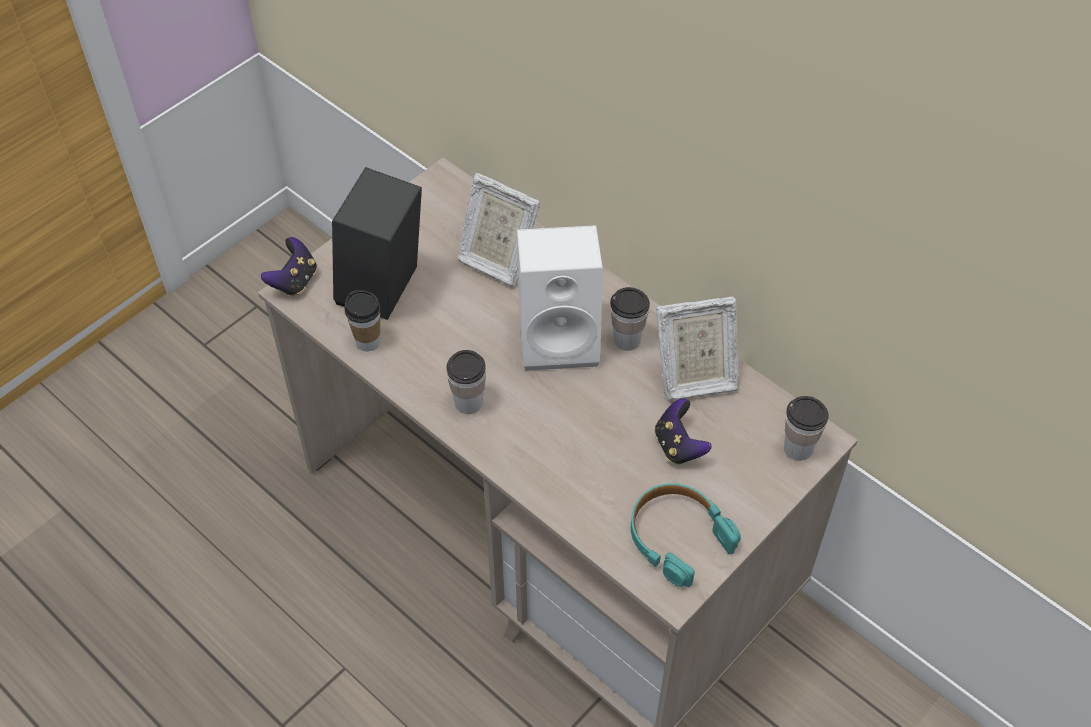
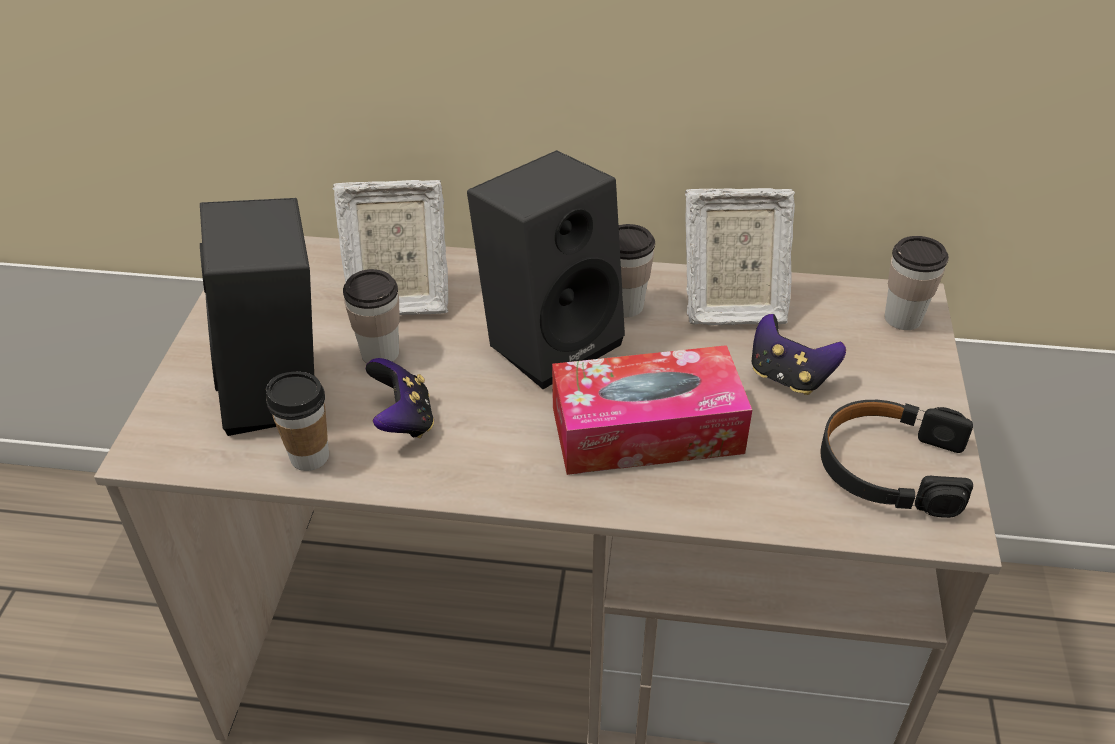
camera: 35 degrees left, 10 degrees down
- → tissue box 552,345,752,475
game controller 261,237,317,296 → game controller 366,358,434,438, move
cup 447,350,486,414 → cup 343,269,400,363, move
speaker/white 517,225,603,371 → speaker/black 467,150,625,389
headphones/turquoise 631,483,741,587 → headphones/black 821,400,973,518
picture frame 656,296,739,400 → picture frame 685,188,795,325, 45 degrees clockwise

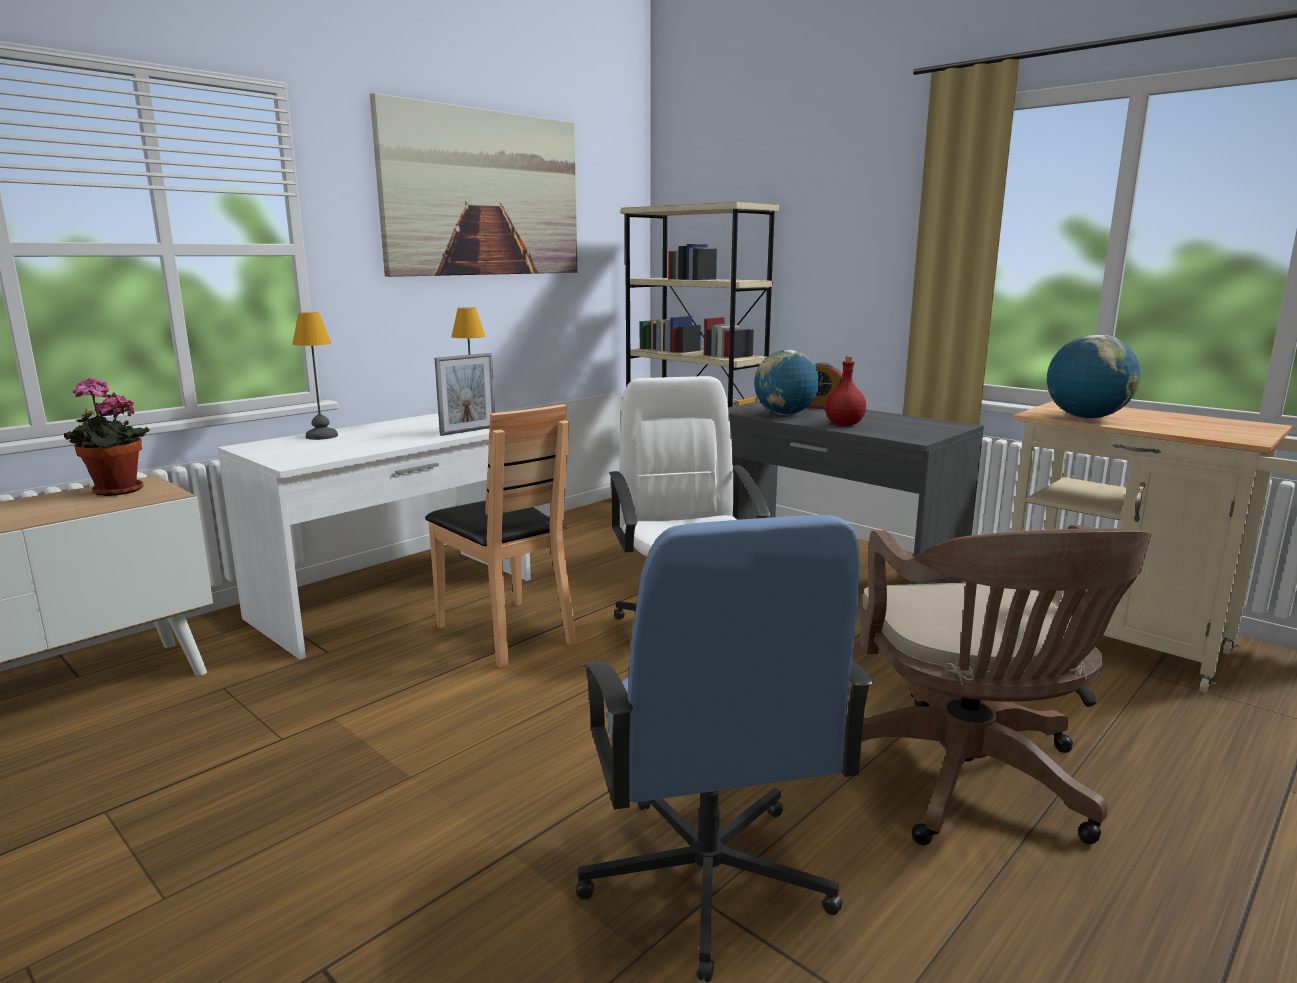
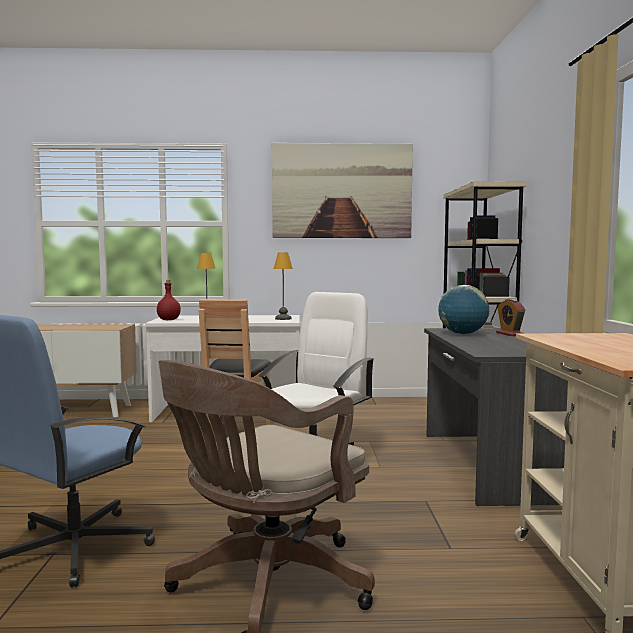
camera: 45 degrees right, 10 degrees down
potted plant 63,377,150,496 → -
picture frame 435,353,495,436 → -
globe 1046,335,1140,419 → -
bottle/red 825,356,866,426 → bottle/red 157,280,181,320, move

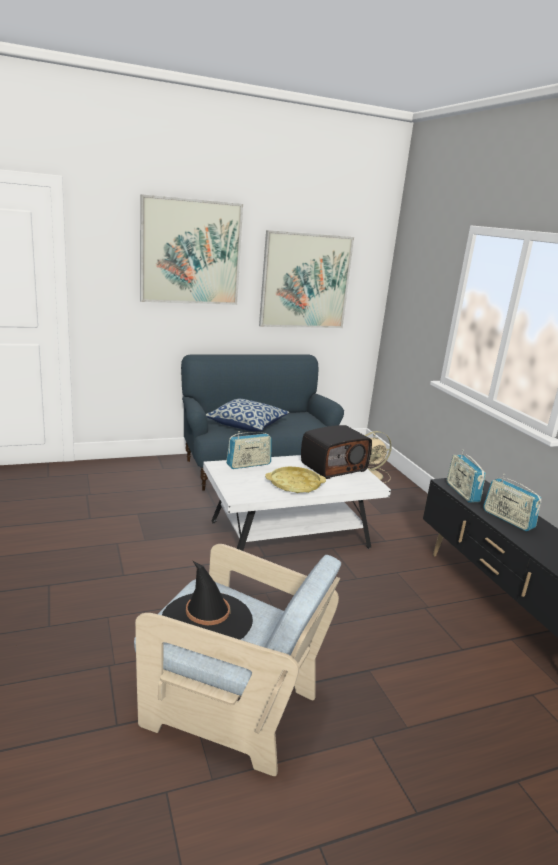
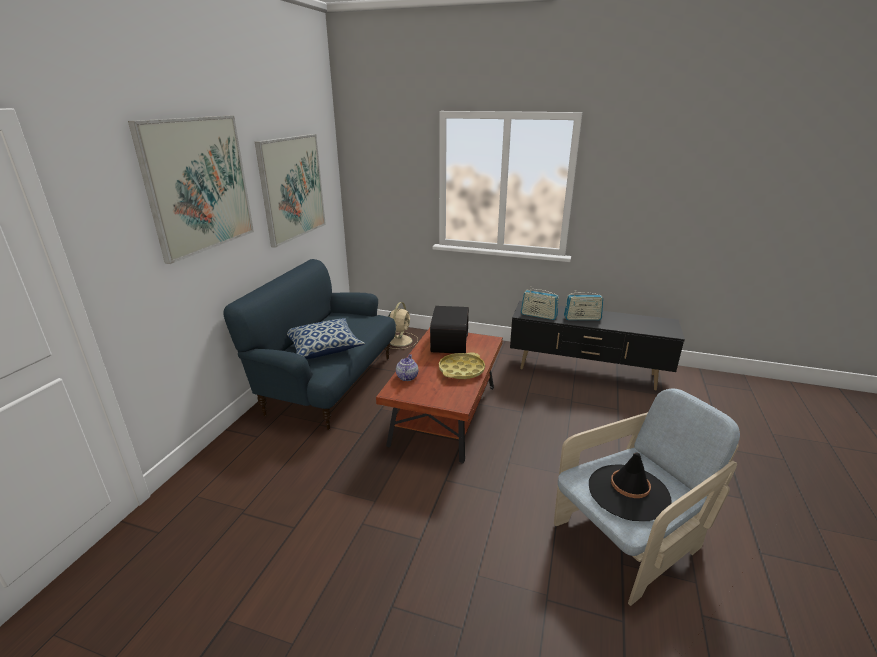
camera: 50 degrees left, 5 degrees up
radio 226,431,272,469 → teapot 396,354,418,381
coffee table/white 203,455,391,551 → coffee table/brown 376,328,503,464

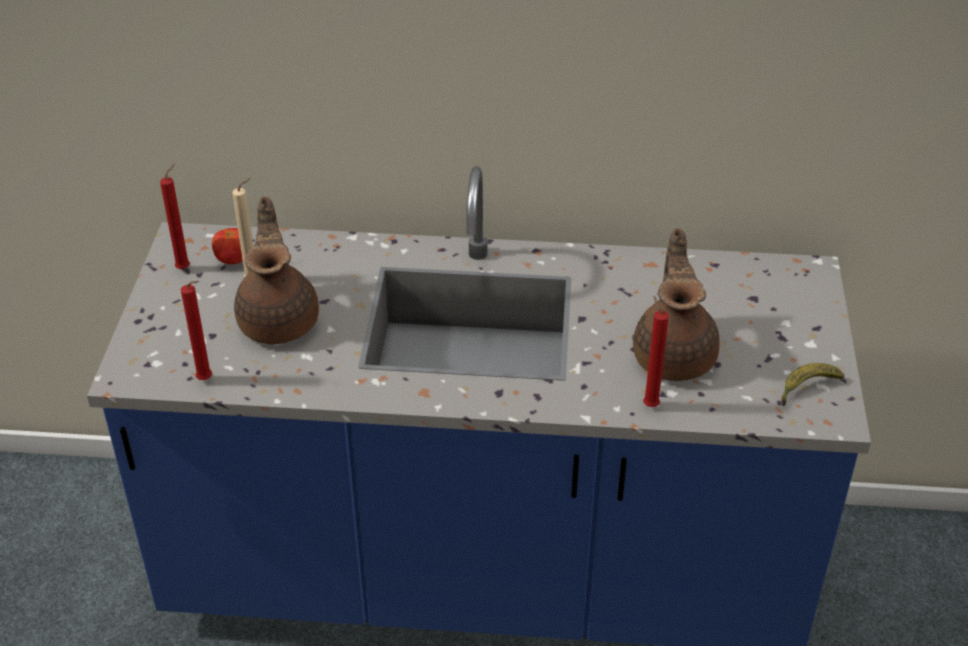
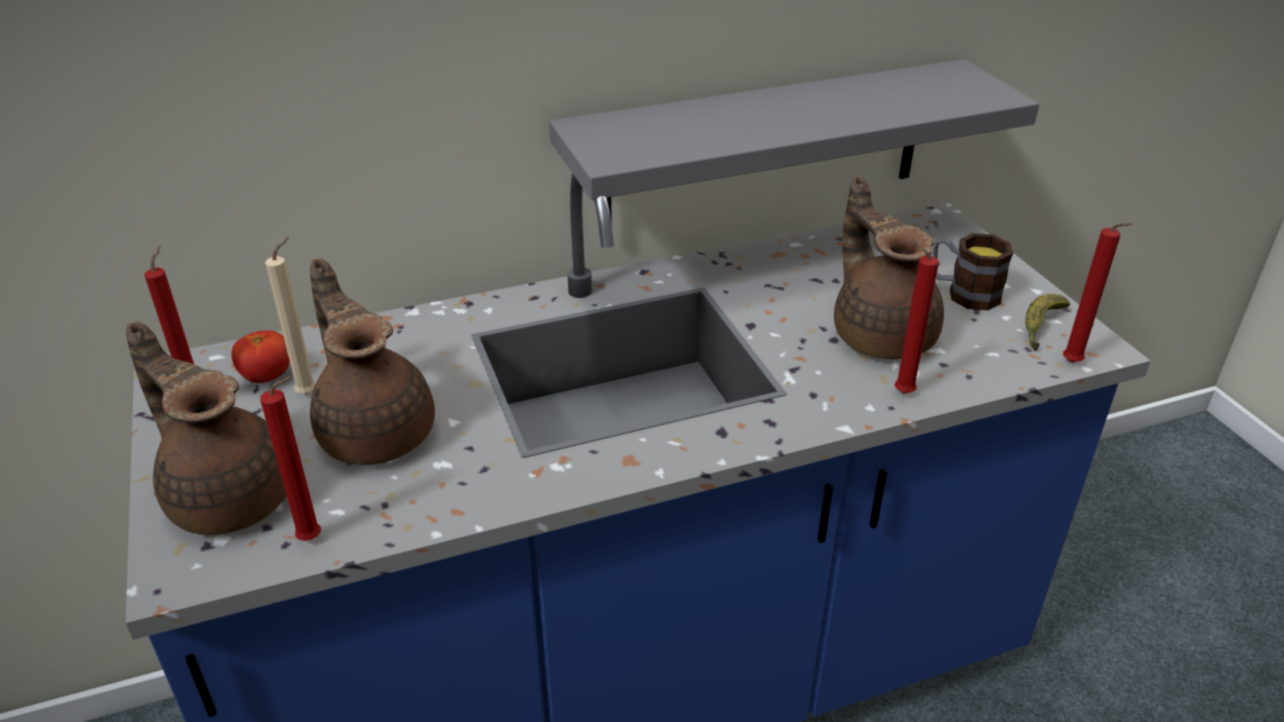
camera: 25 degrees left, 5 degrees down
- → teapot/brown 126,322,287,535
- → shelf/grey 549,59,1039,224
- → mug 933,233,1013,310
- → candle/red 1063,223,1132,363

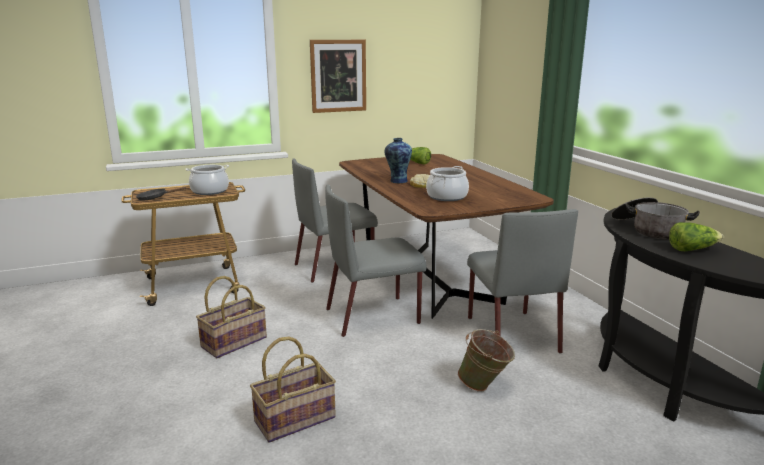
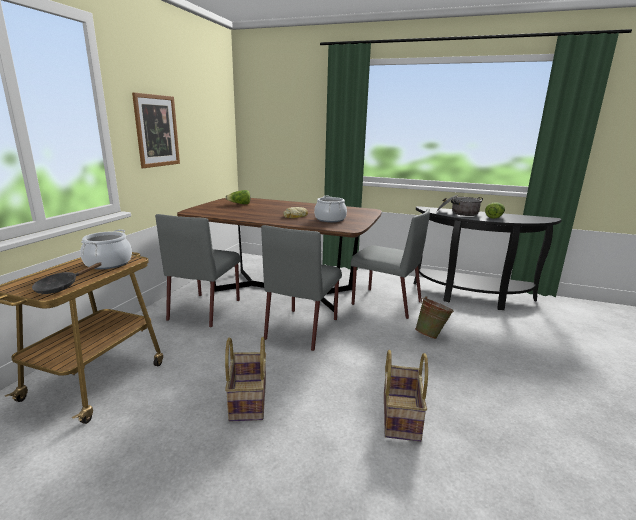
camera: 50 degrees left, 0 degrees up
vase 385,138,412,183 → -

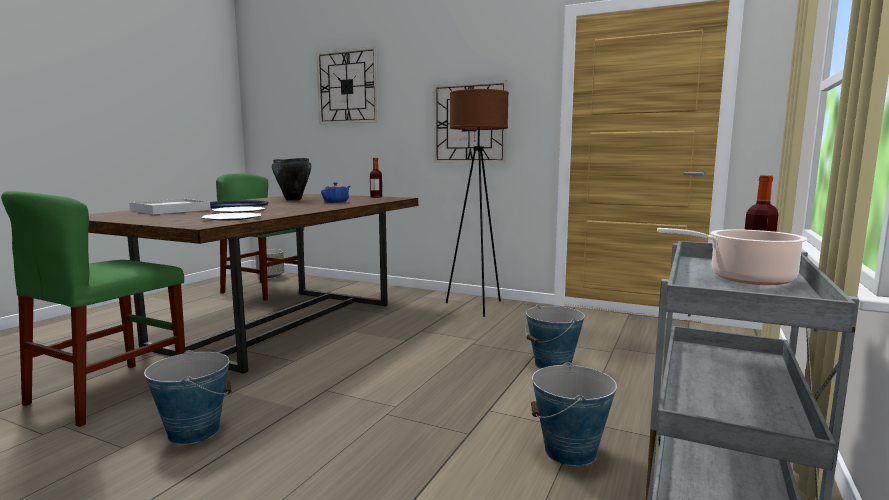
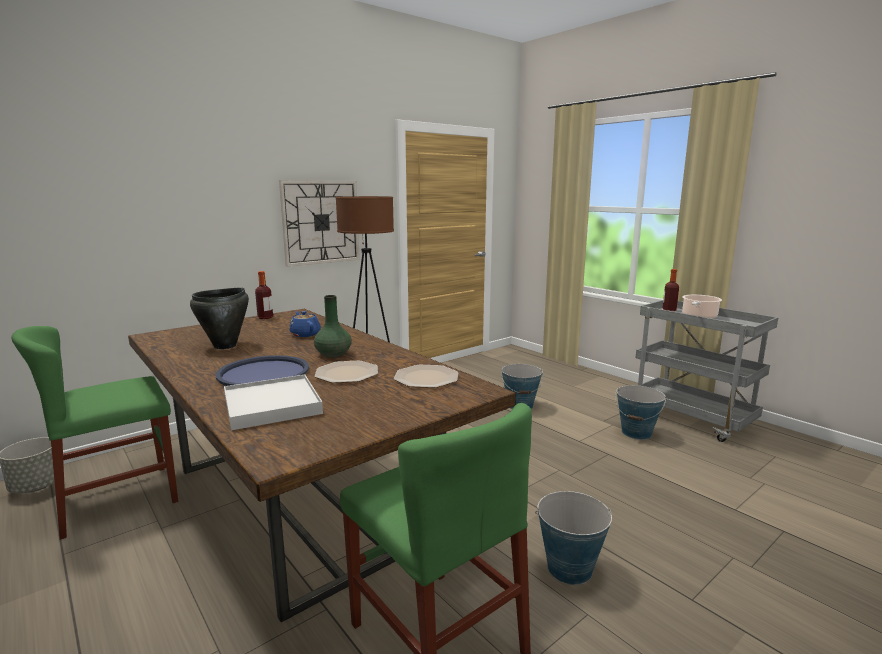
camera: 65 degrees left, 5 degrees up
wall clock 316,46,379,124 → -
- → vase/green 314,295,352,358

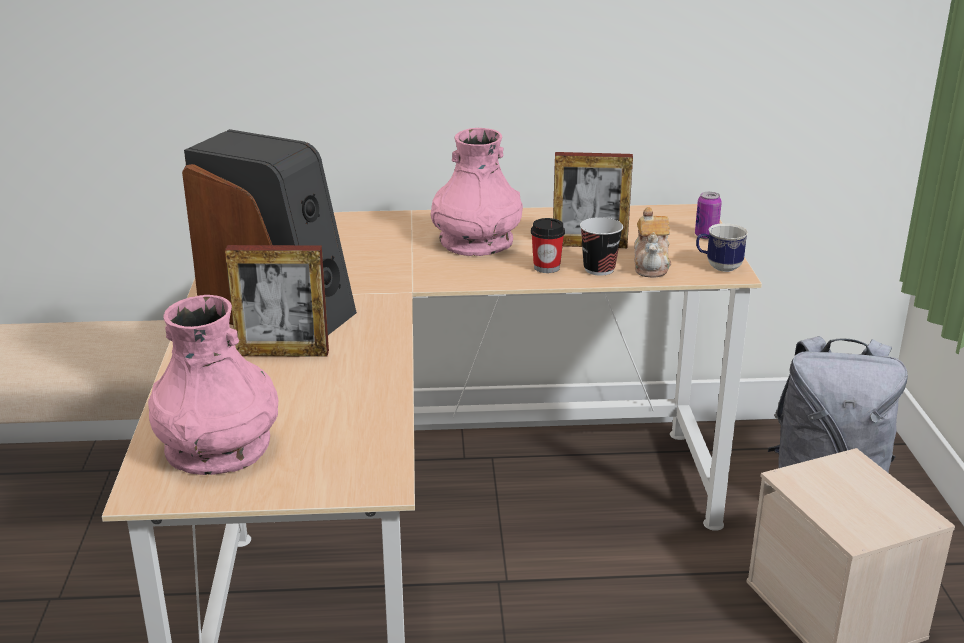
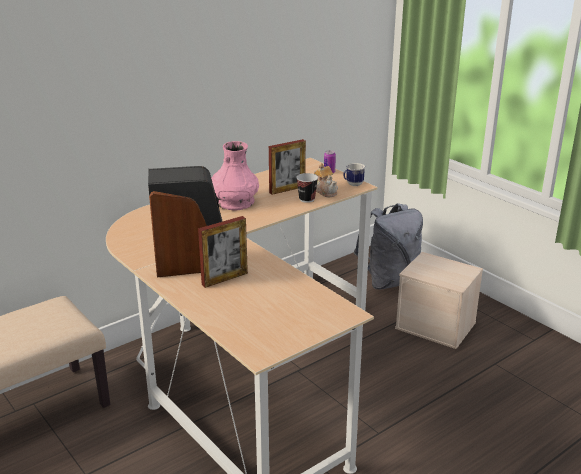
camera: 35 degrees left, 0 degrees up
vase/pink 148,295,278,475 → -
cup 531,218,565,273 → -

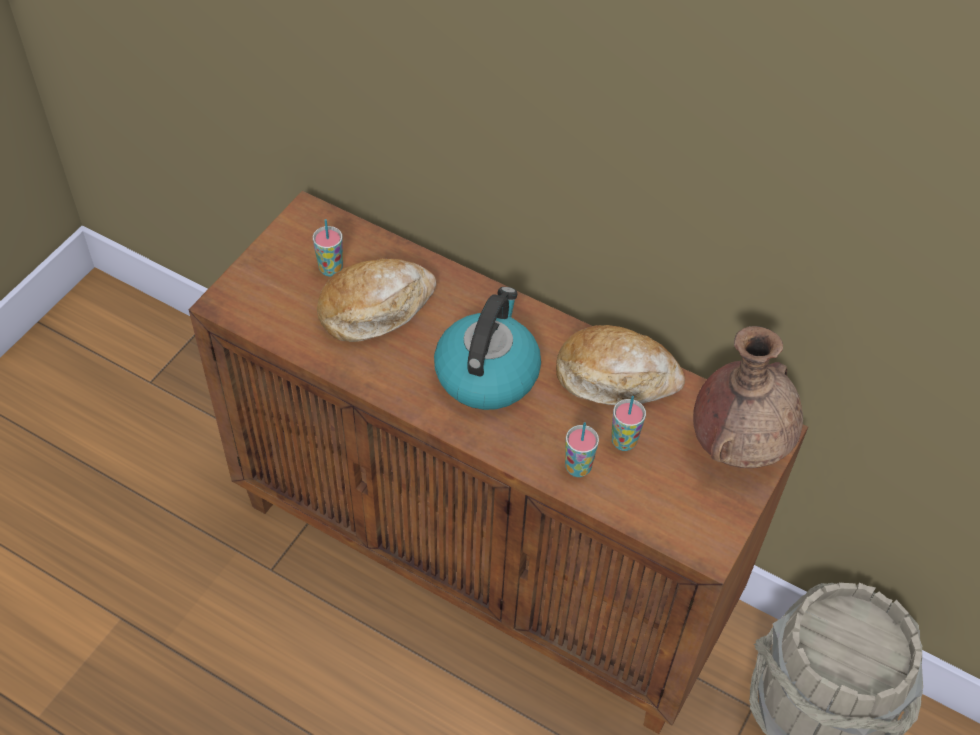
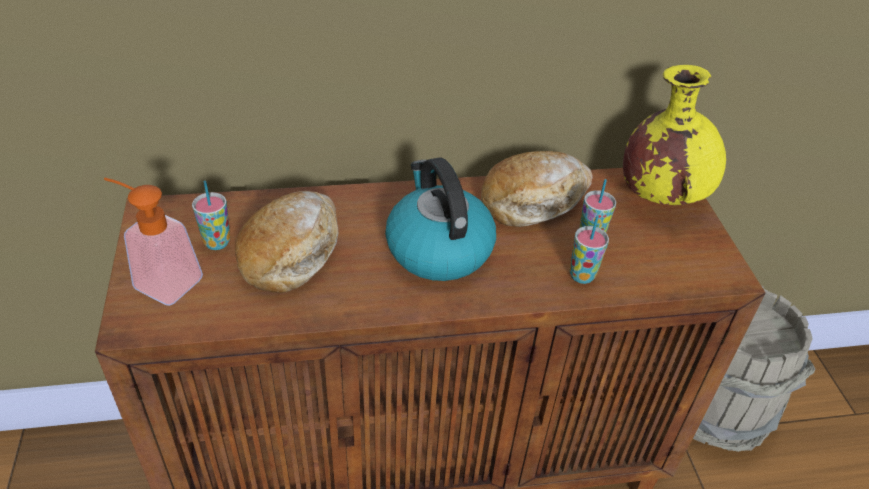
camera: 40 degrees left, 10 degrees down
- → soap dispenser 104,178,203,306
vase/brown 693,326,803,468 → vase/yellow 623,65,726,205

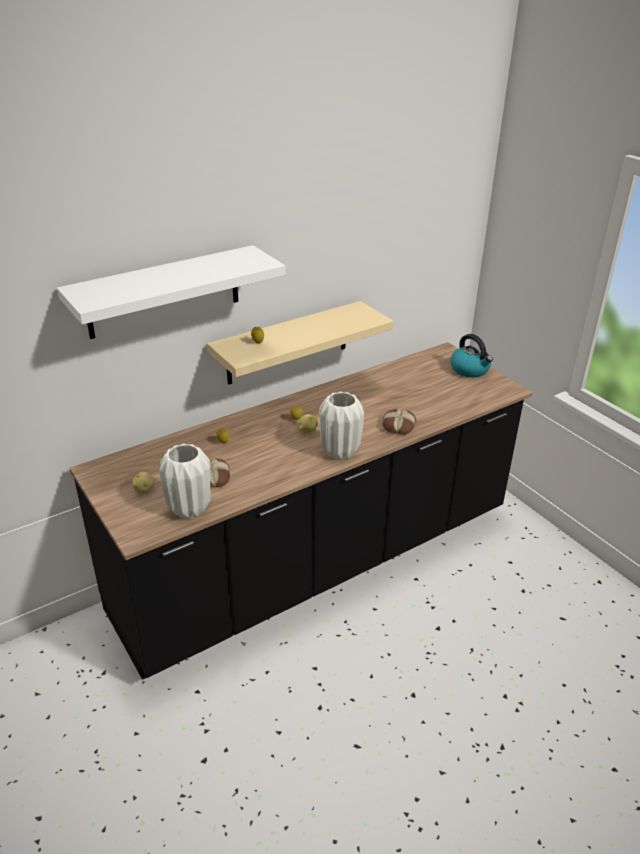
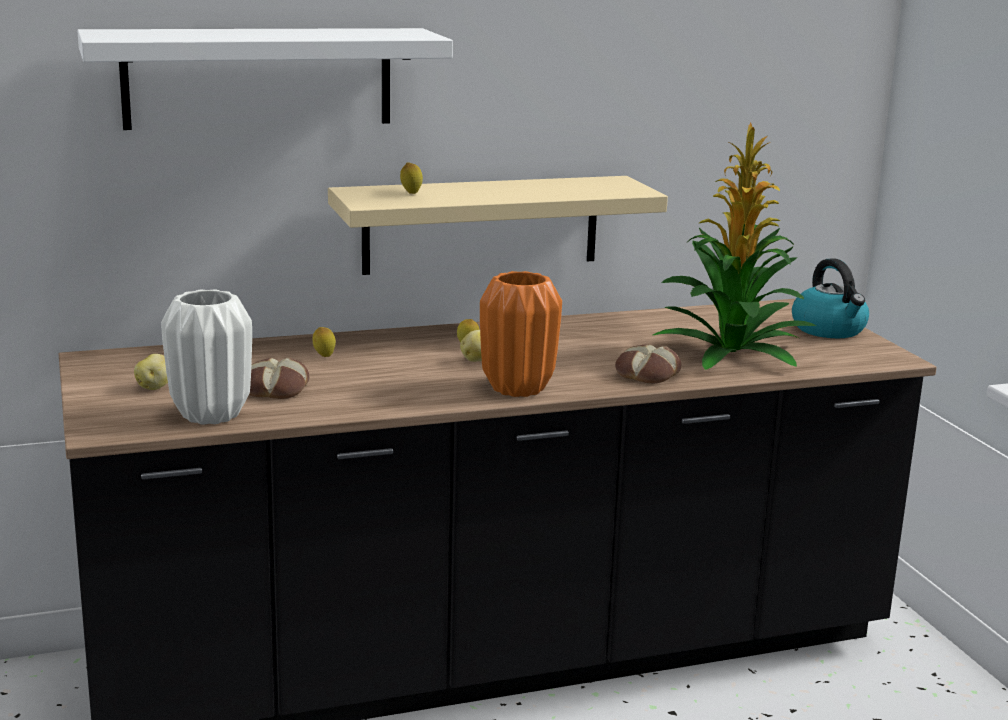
camera: 15 degrees right, 15 degrees down
- → potted plant 653,123,816,370
vase/white 319,392,364,460 → vase/orange 480,271,562,397

